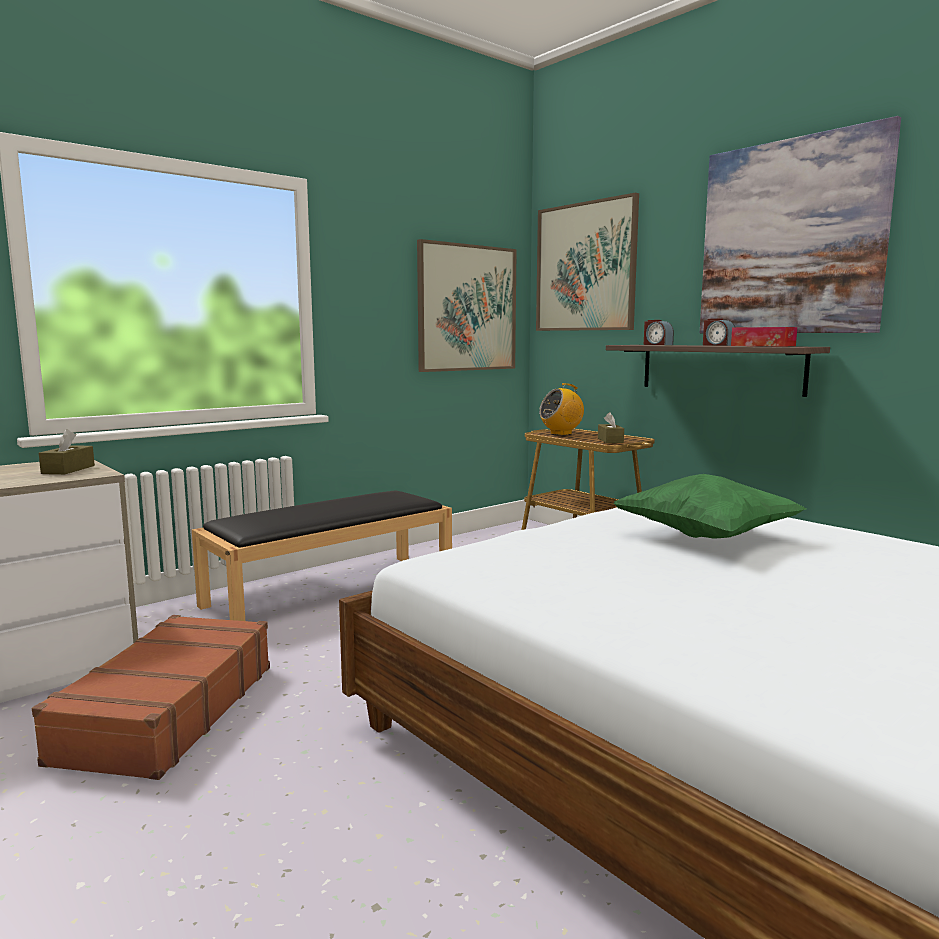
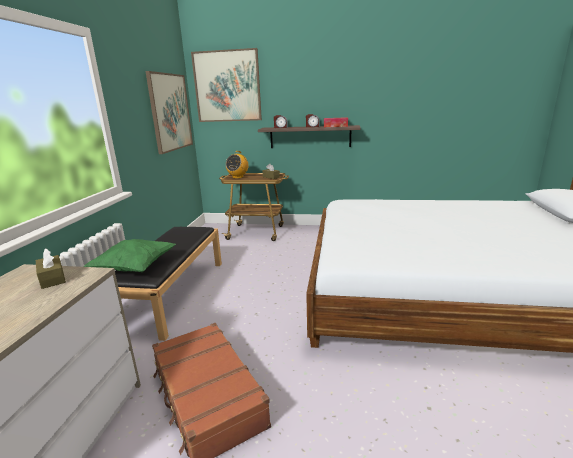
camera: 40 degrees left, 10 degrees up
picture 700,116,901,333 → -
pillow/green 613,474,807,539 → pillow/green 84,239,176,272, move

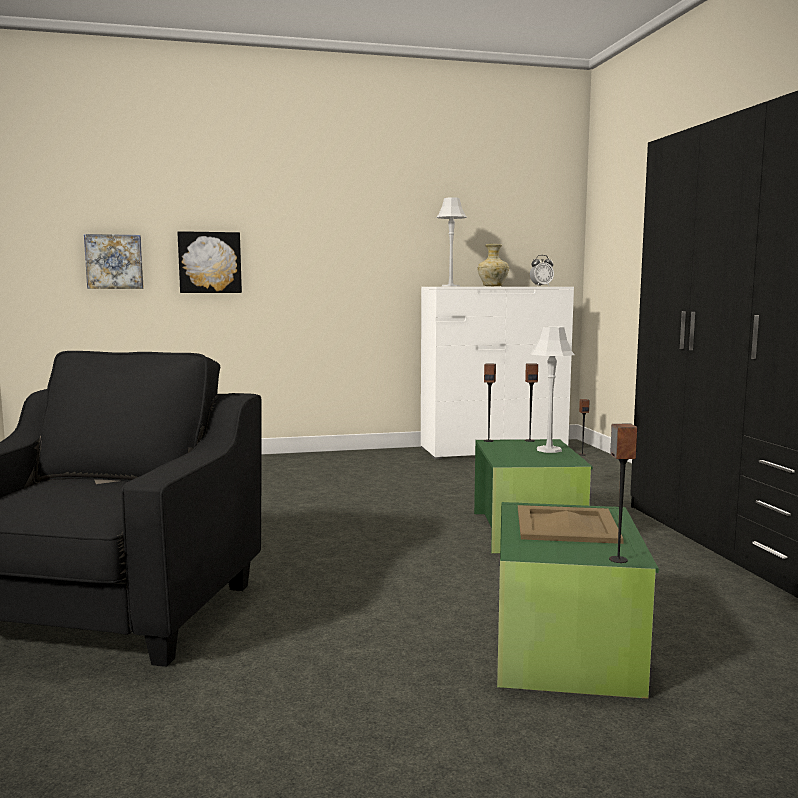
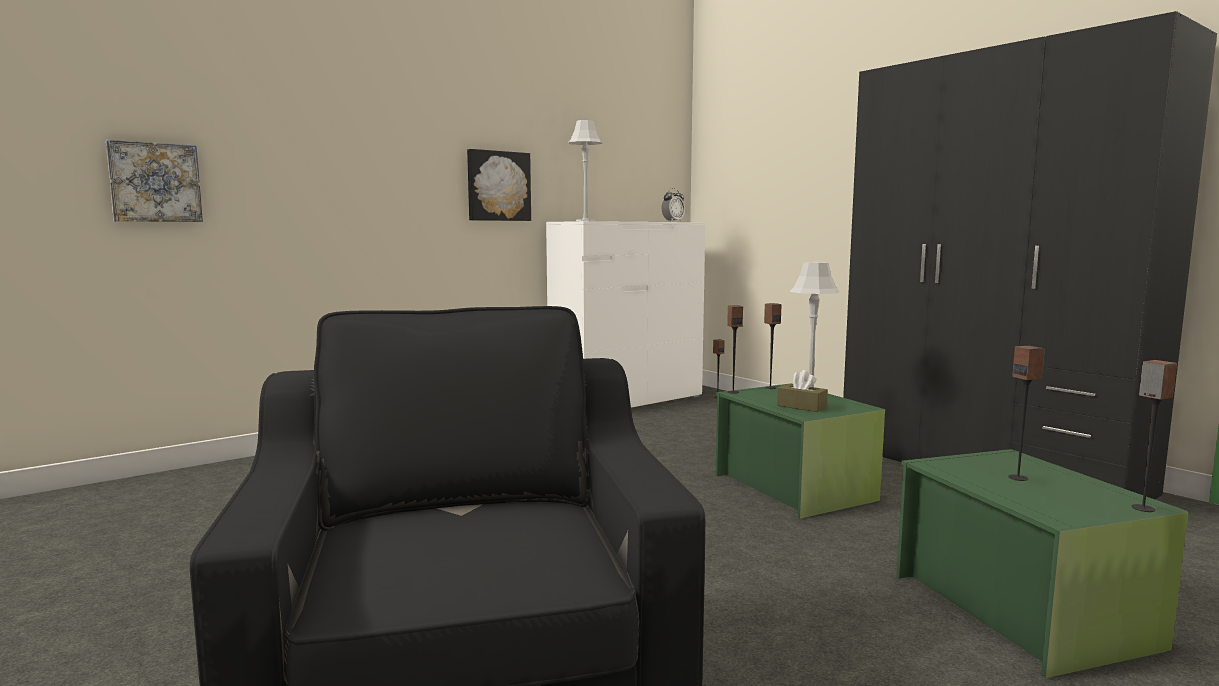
camera: 25 degrees left, 0 degrees up
vase/beige 477,244,509,286 → -
- → tissue box/brown 777,370,828,412
picture 177,231,242,293 → picture 467,149,531,221, move
tray/beige 518,505,624,544 → speaker 1008,346,1045,481

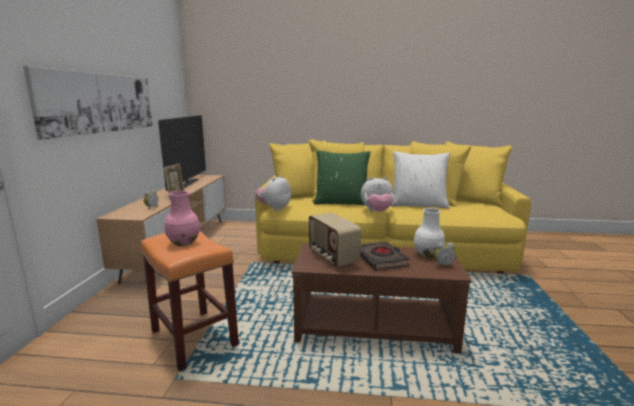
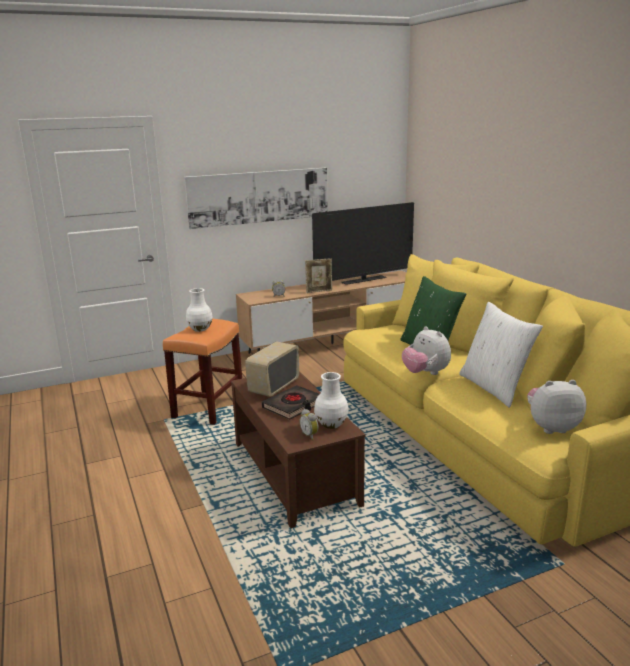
camera: 60 degrees right, 5 degrees up
plush toy 255,175,291,211 → plush toy 527,380,586,434, move
vase/pink 165,191,200,246 → vase/white 186,288,213,332

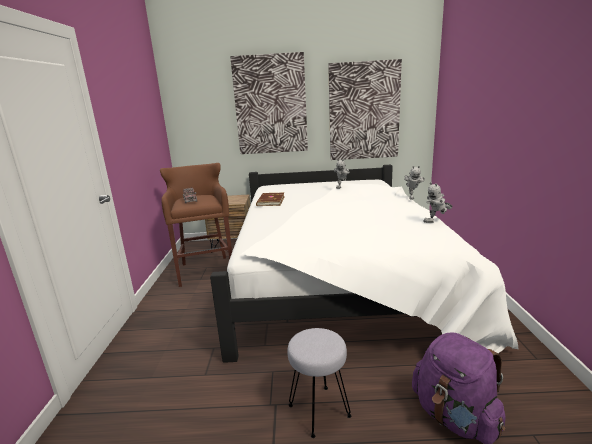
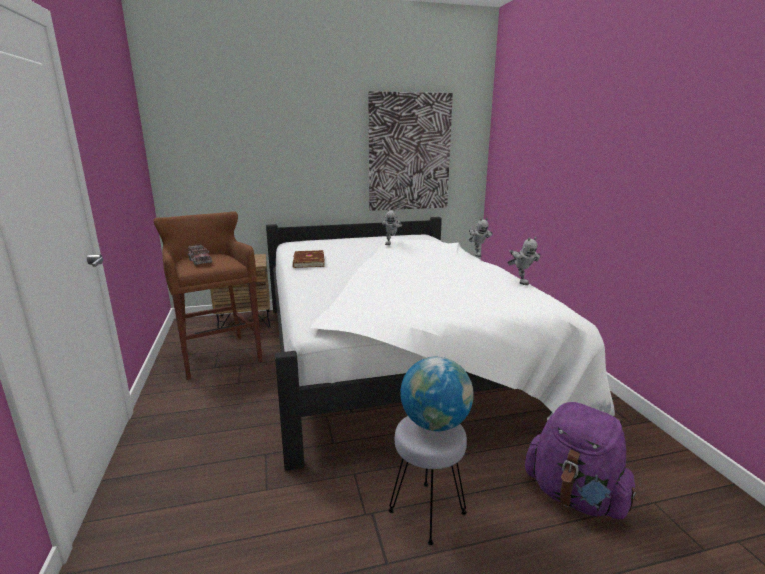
camera: 15 degrees left, 0 degrees up
picture 230,52,308,154 → -
- → globe 400,357,474,431
toy robot 423,182,453,223 → toy robot 507,237,541,285, 75 degrees counterclockwise

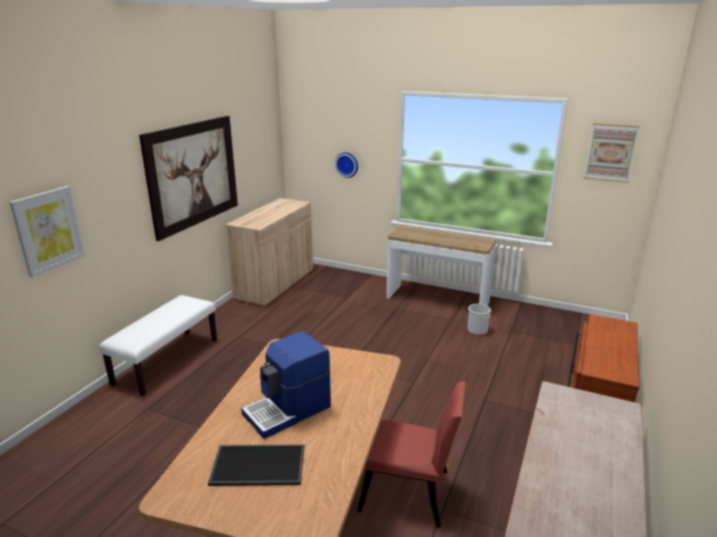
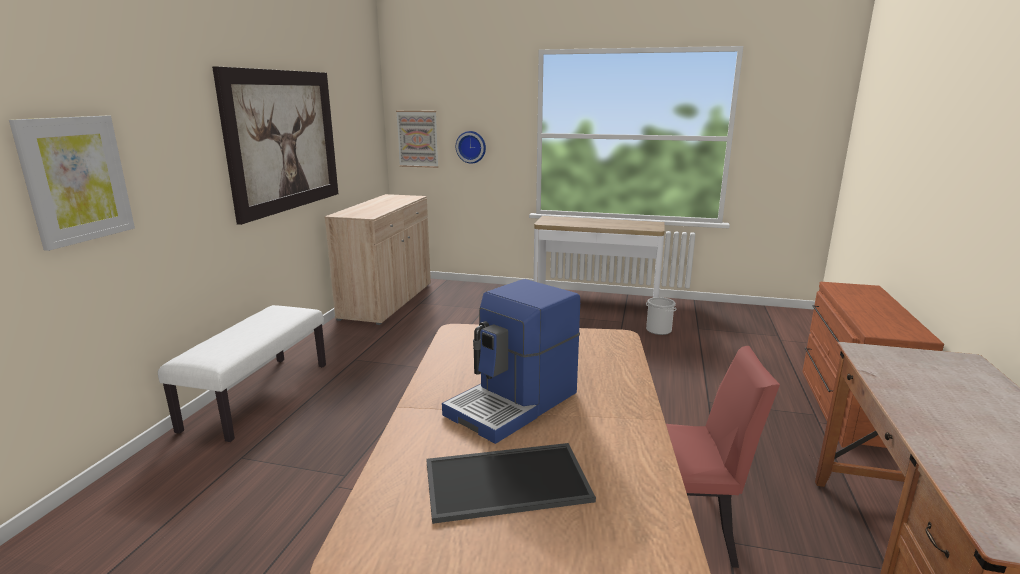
camera: 10 degrees left, 5 degrees down
picture 584,123,640,183 → picture 396,111,438,168, move

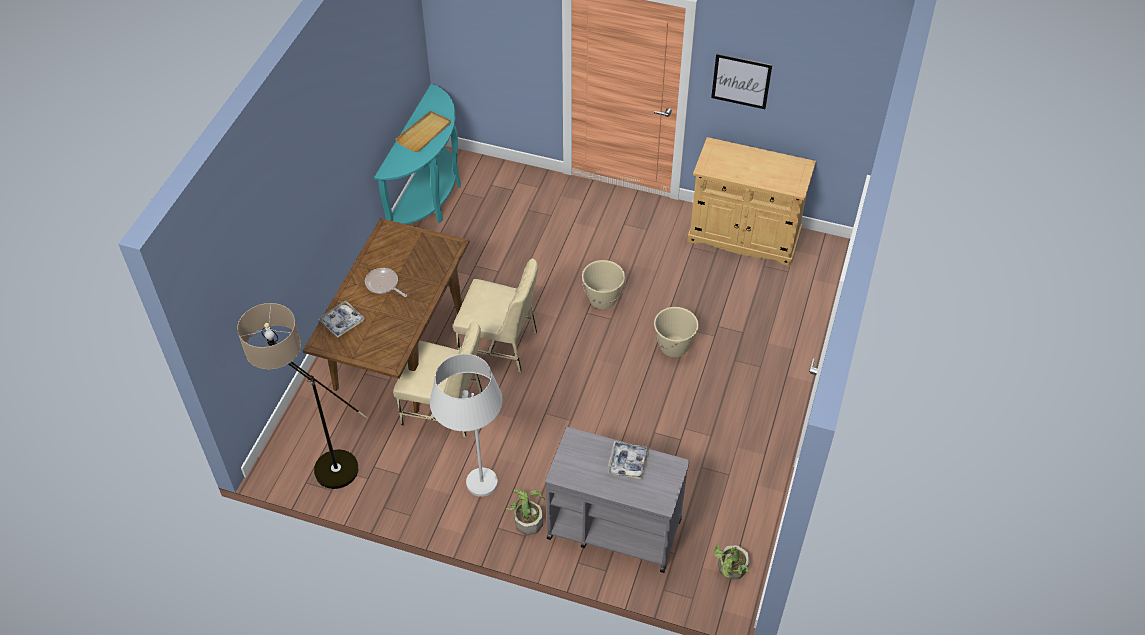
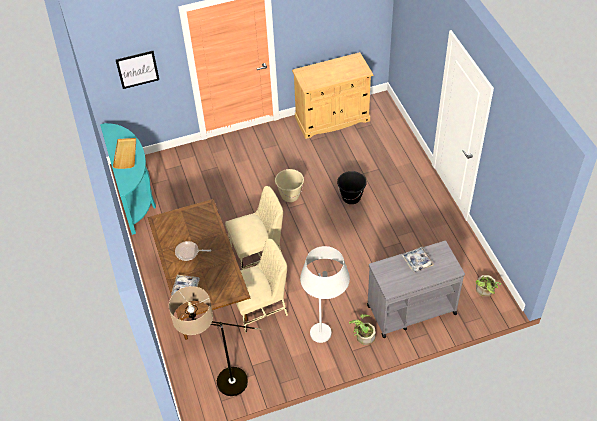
camera: 35 degrees left, 0 degrees up
picture 711,53,772,109 → picture 116,51,159,89, move
bucket/beige 654,307,699,357 → bucket/black 337,171,367,204

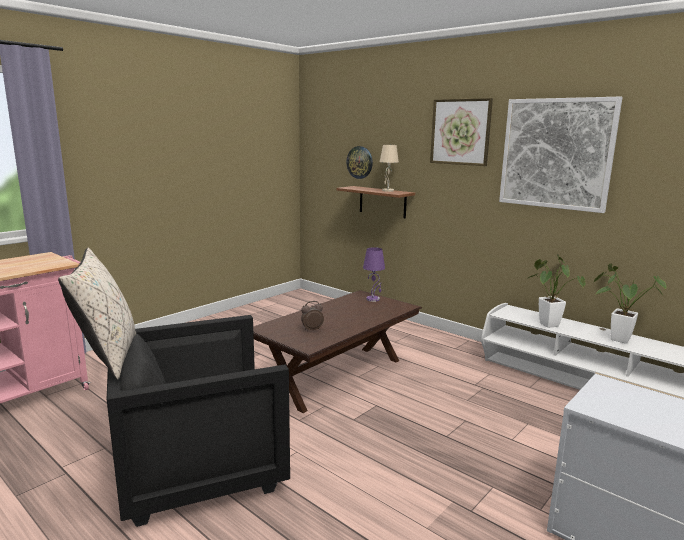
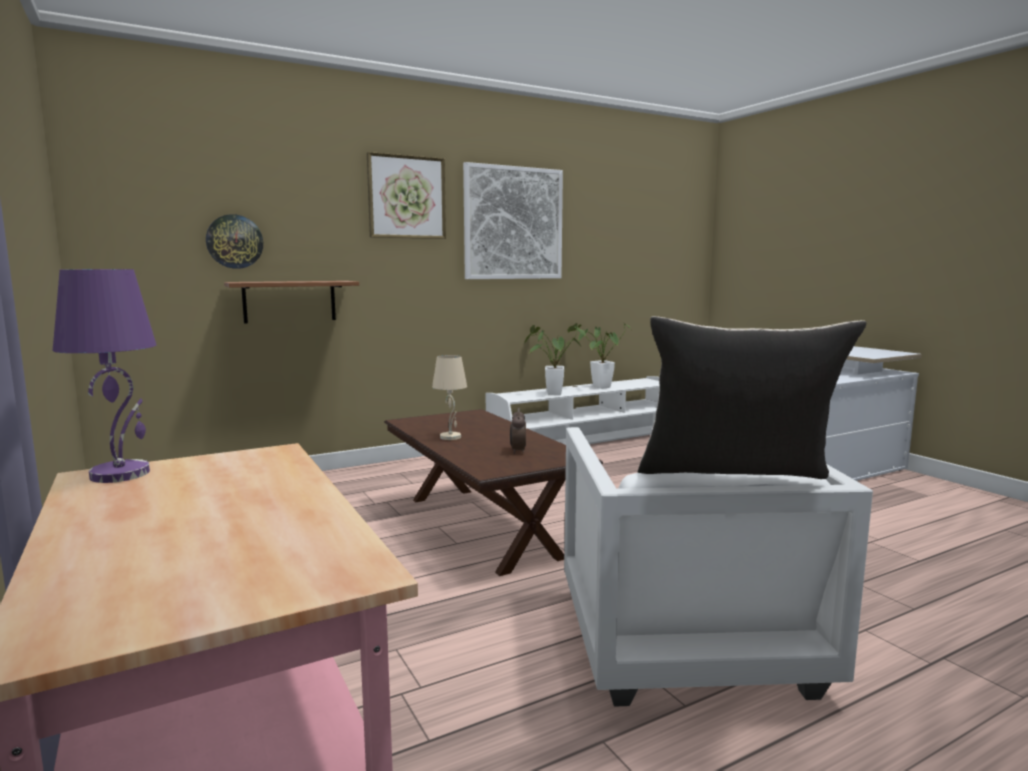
camera: 70 degrees left, 5 degrees down
table lamp/purple 363,247,385,302 → table lamp/purple 53,269,156,483, move
table lamp/beige 380,145,399,192 → table lamp/beige 432,355,467,440, move
armchair/black 107,315,290,527 → armchair/white 564,427,873,707

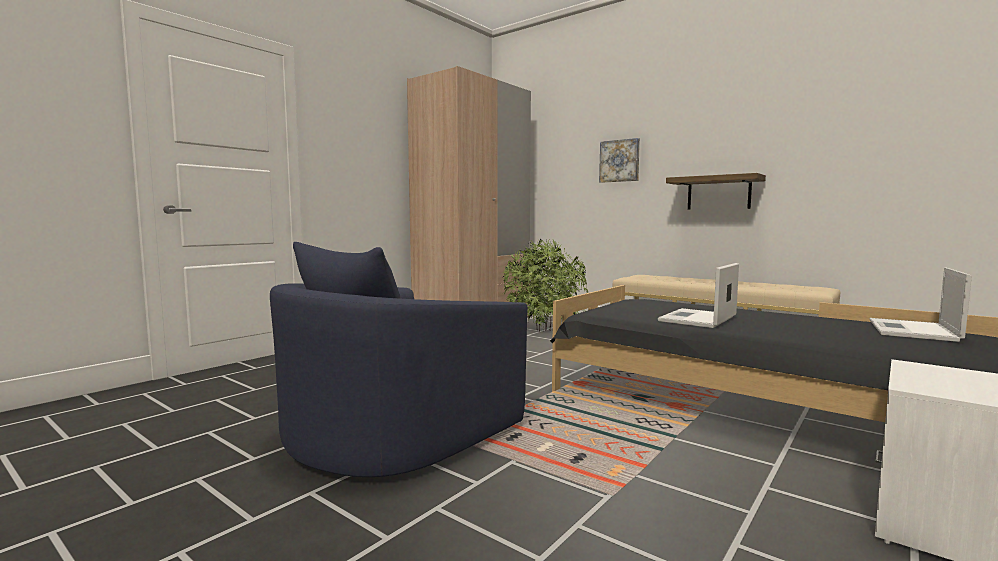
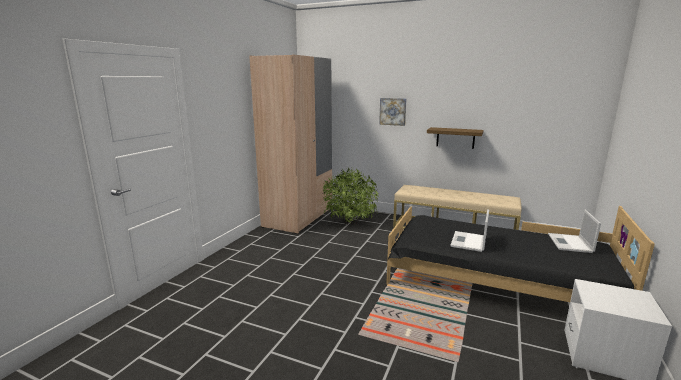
camera: 15 degrees left, 10 degrees up
armchair/blue 270,242,528,477 → -

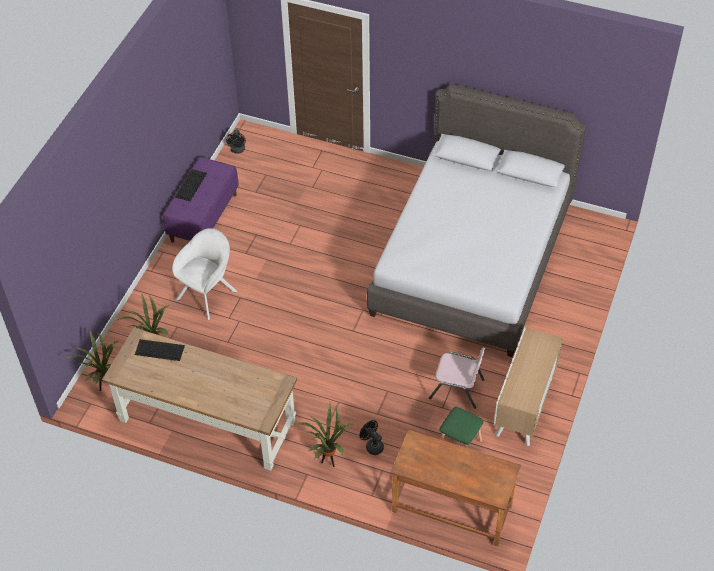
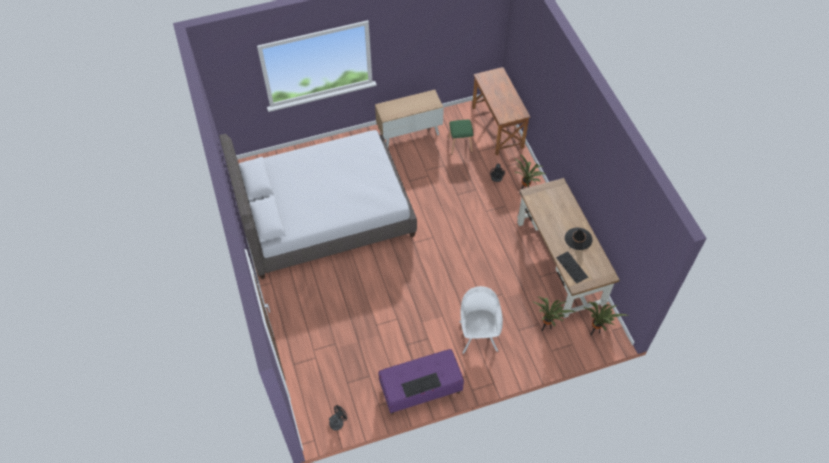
camera: 130 degrees left, 5 degrees up
chair/pink 429,347,485,409 → -
- → hat/black 565,227,593,250
armchair/white 172,228,237,320 → armchair/white 459,286,503,354, 90 degrees clockwise

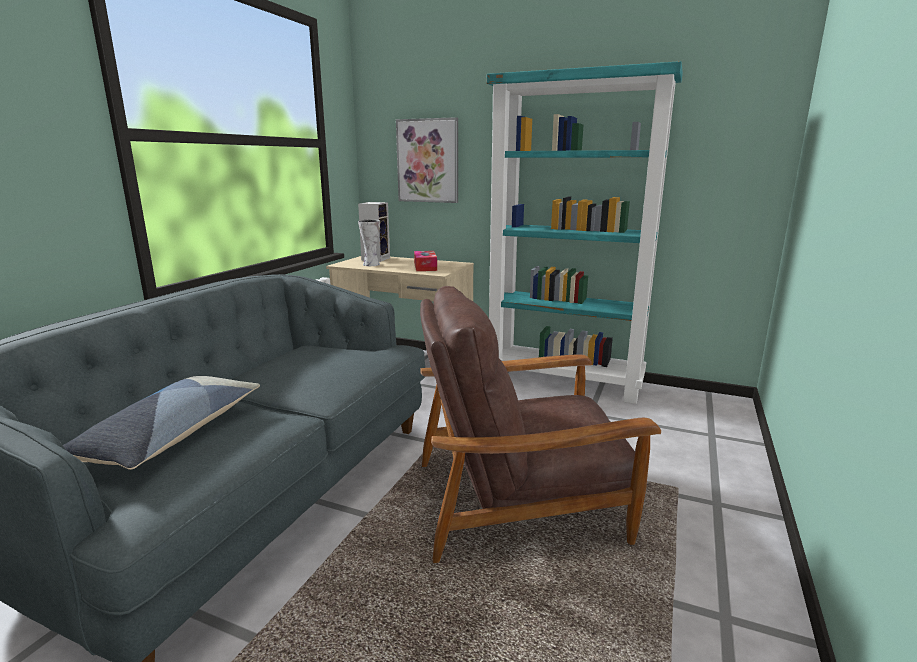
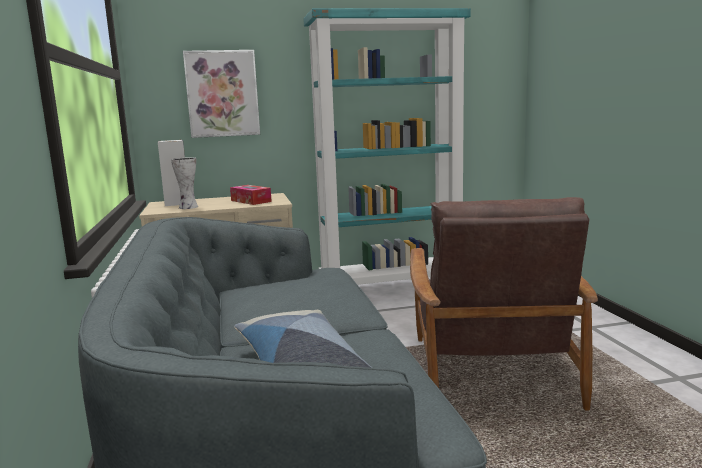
camera: 35 degrees left, 5 degrees down
armchair/brown 420,286,661,563 → armchair/brown 410,197,598,411, 45 degrees counterclockwise

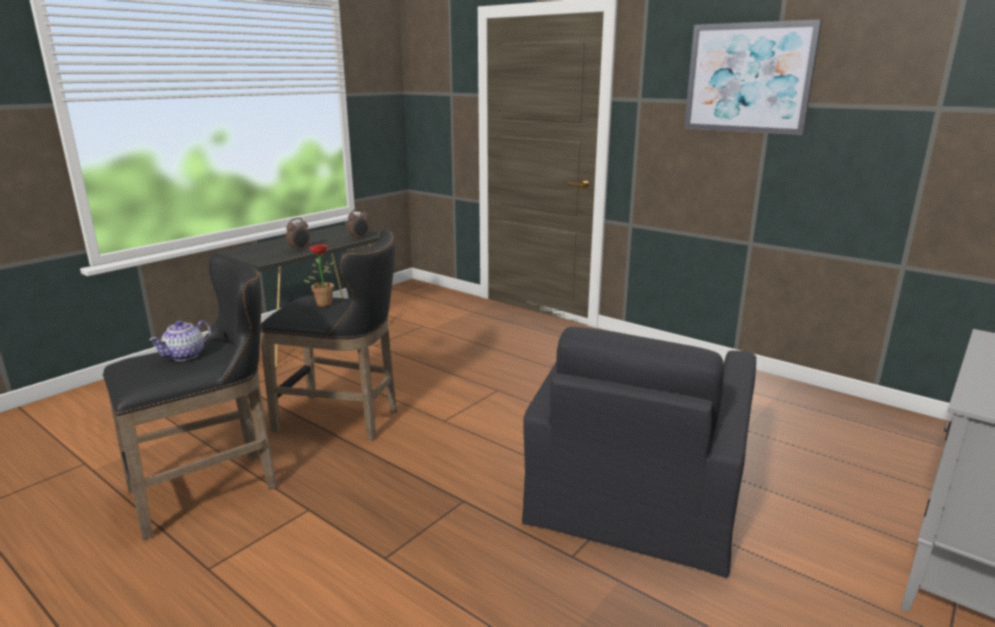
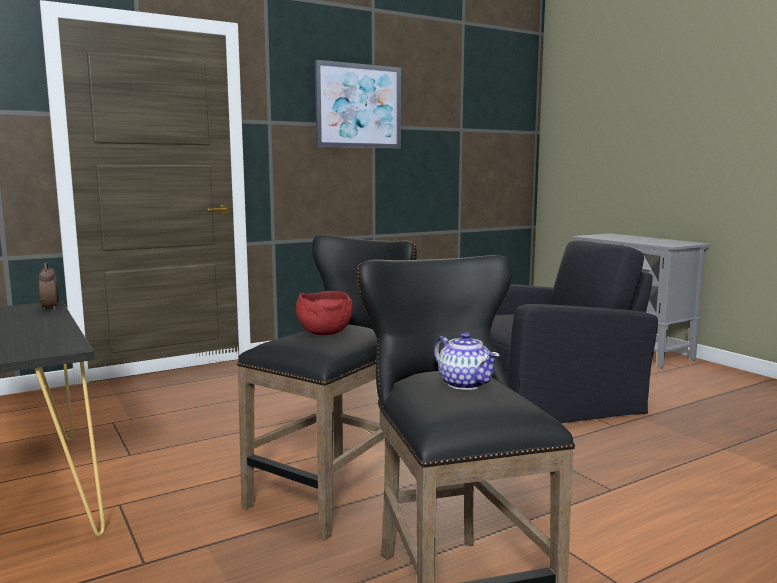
camera: 70 degrees left, 10 degrees down
alarm clock 285,218,310,251 → -
potted plant 304,244,334,307 → bowl/red 296,291,353,335
armchair/black 522,327,756,578 → armchair/black 491,240,658,423, 60 degrees counterclockwise

